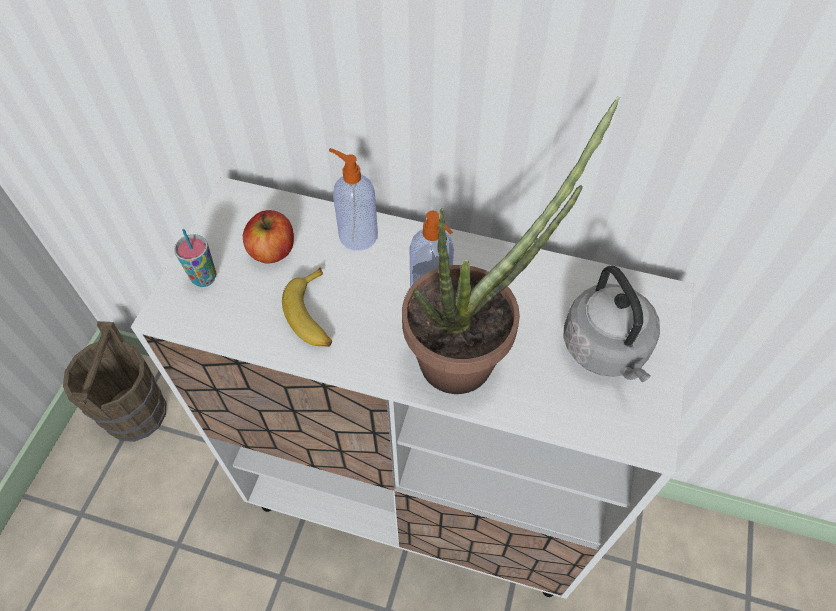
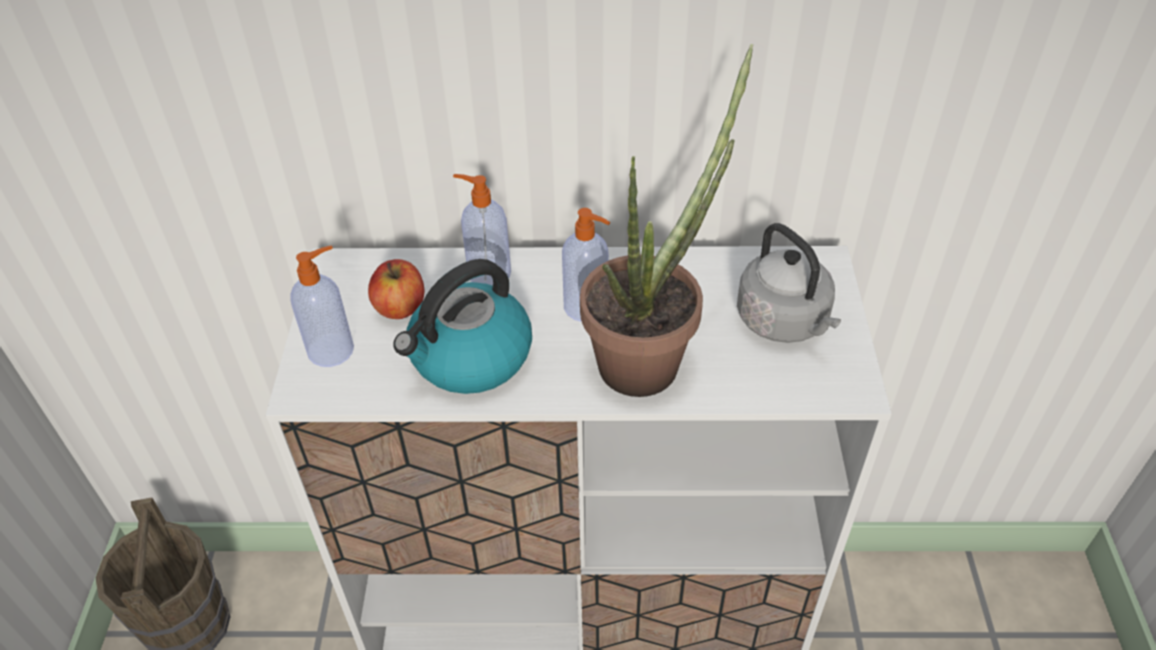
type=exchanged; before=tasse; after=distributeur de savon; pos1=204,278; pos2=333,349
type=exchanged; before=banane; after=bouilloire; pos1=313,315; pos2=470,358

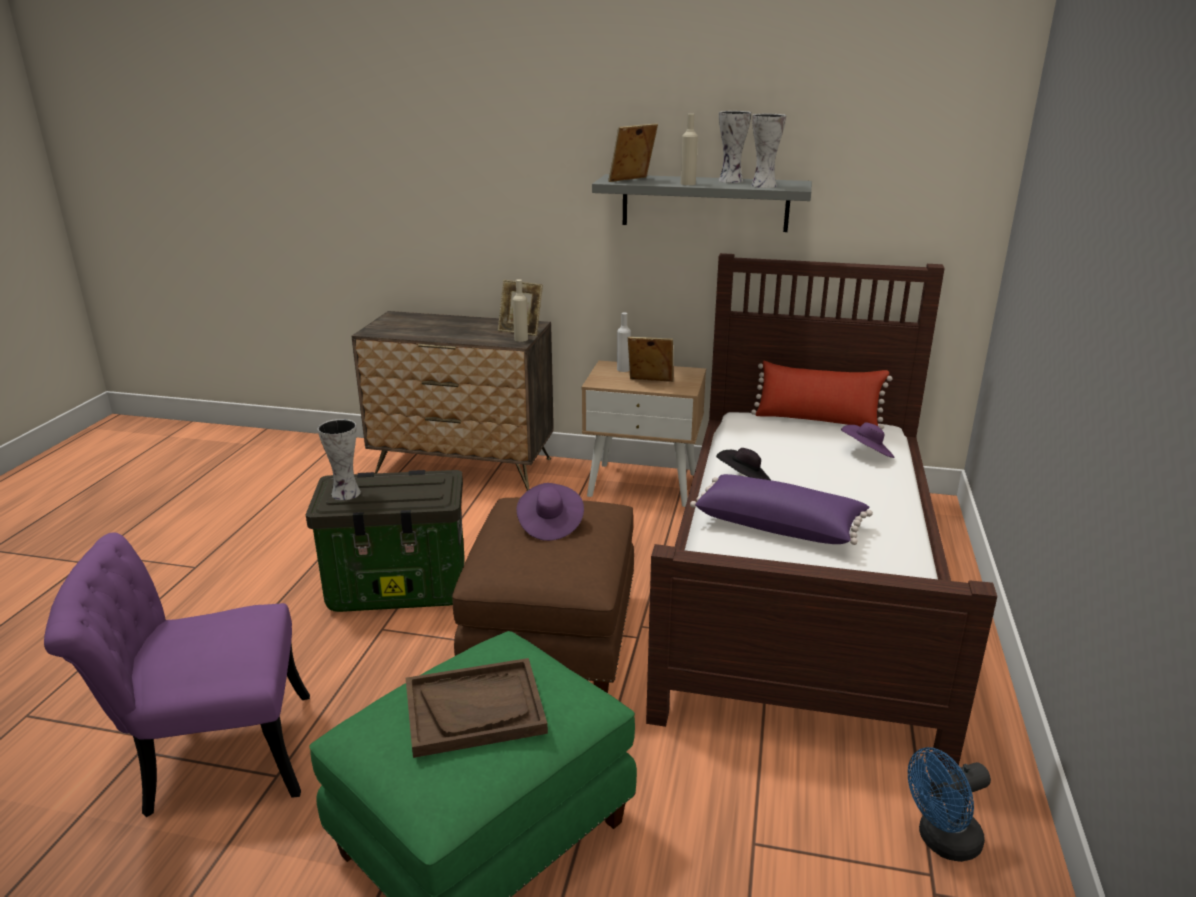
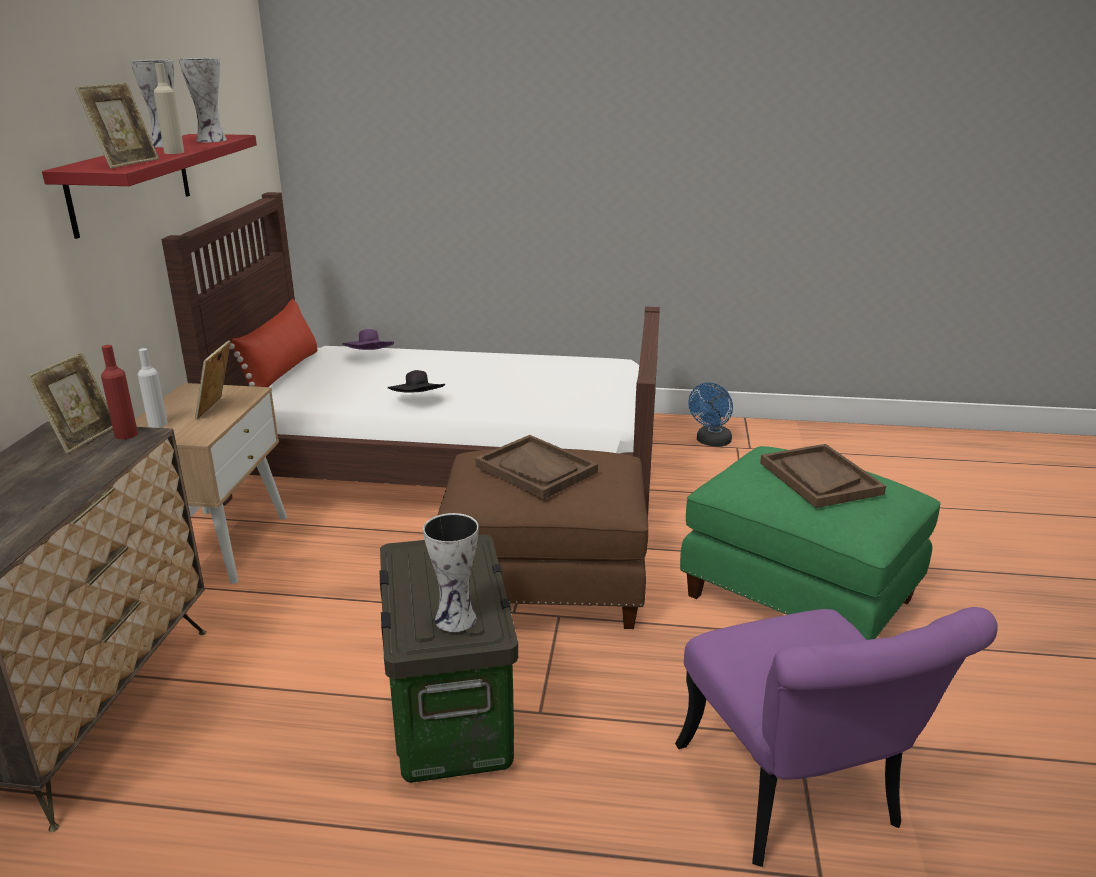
type=missing; before=coussin/violet; pos1=779,525
type=exchanged; before=chapeau/violet; after=plateau/marron; pos1=549,525; pos2=536,469
type=colour; before=bouteille/beige; after=bouteille/rouge; pos1=521,339; pos2=126,434
type=colour; before=étagère/gris; after=étagère/rouge; pos1=704,203; pos2=131,182
type=spun; before=cadre photo; pos1=632,180; pos2=126,163; turn=-120
type=spun; before=ventilateur/bleu; pos1=941,841; pos2=711,442; turn=60

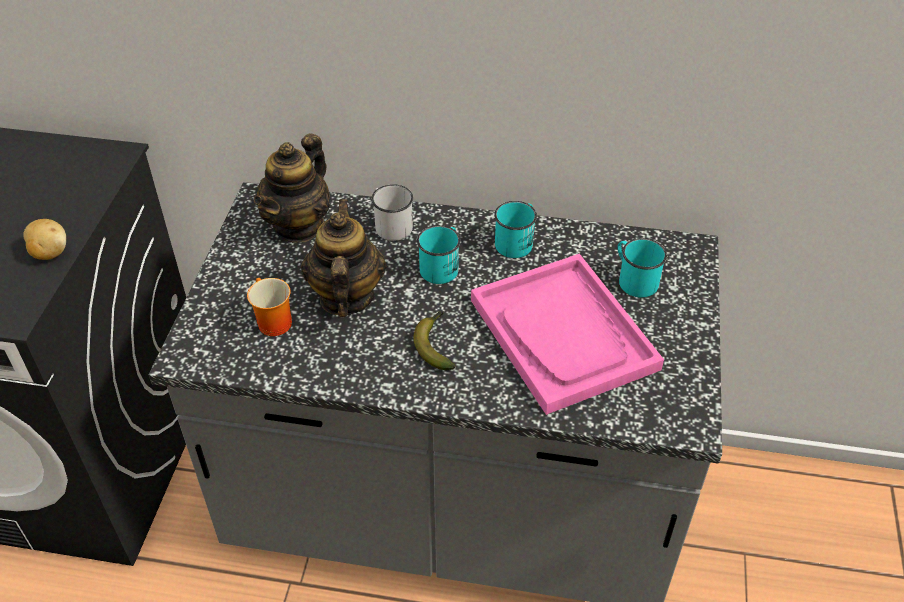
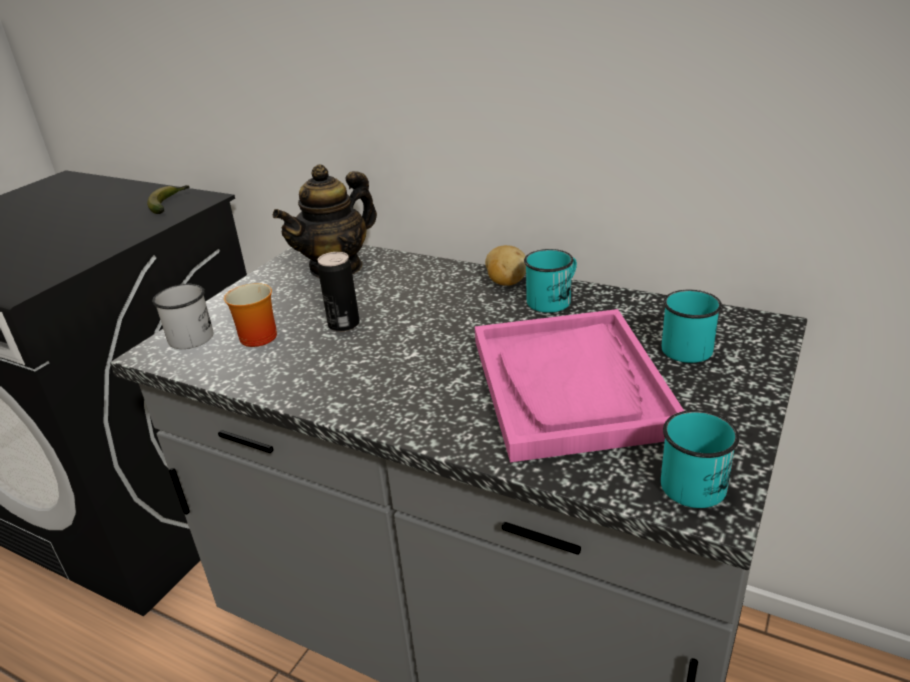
type=relocated; before=pomme de terre; pos1=49,253; pos2=505,282
type=relocated; before=mug/blanc; pos1=390,225; pos2=191,334
type=relocated; before=banane; pos1=435,344; pos2=169,204
type=relocated; before=mug/turquoise; pos1=442,266; pos2=698,480
type=exchanged; before=théière; after=boîte métallique; pos1=346,297; pos2=344,324

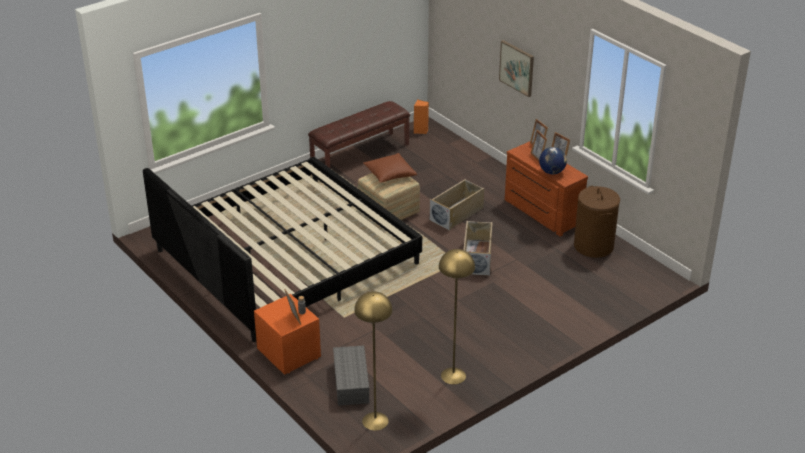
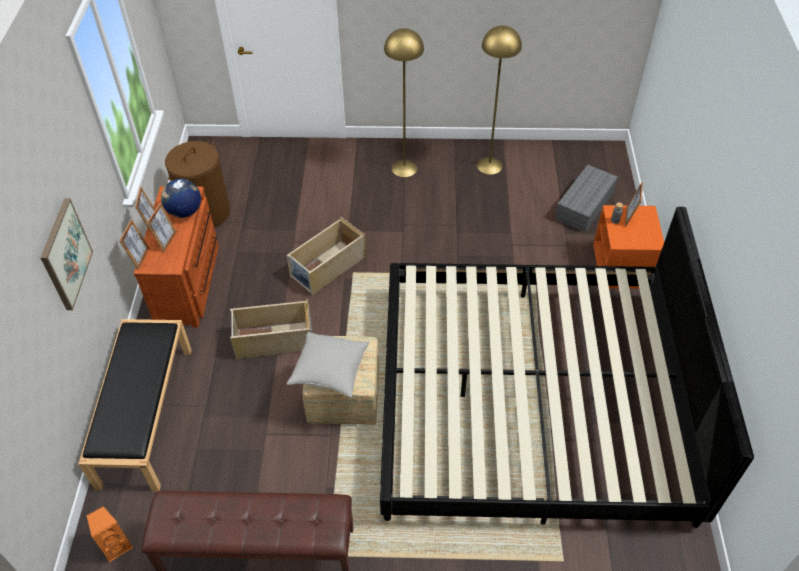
type=appeared; after=banc/noir; pos2=145,414
type=relocated; before=lampadaire/jaune; pos1=375,421; pos2=404,168
type=colour; before=coussin/marron; after=coussin/gris; pos1=389,174; pos2=329,370

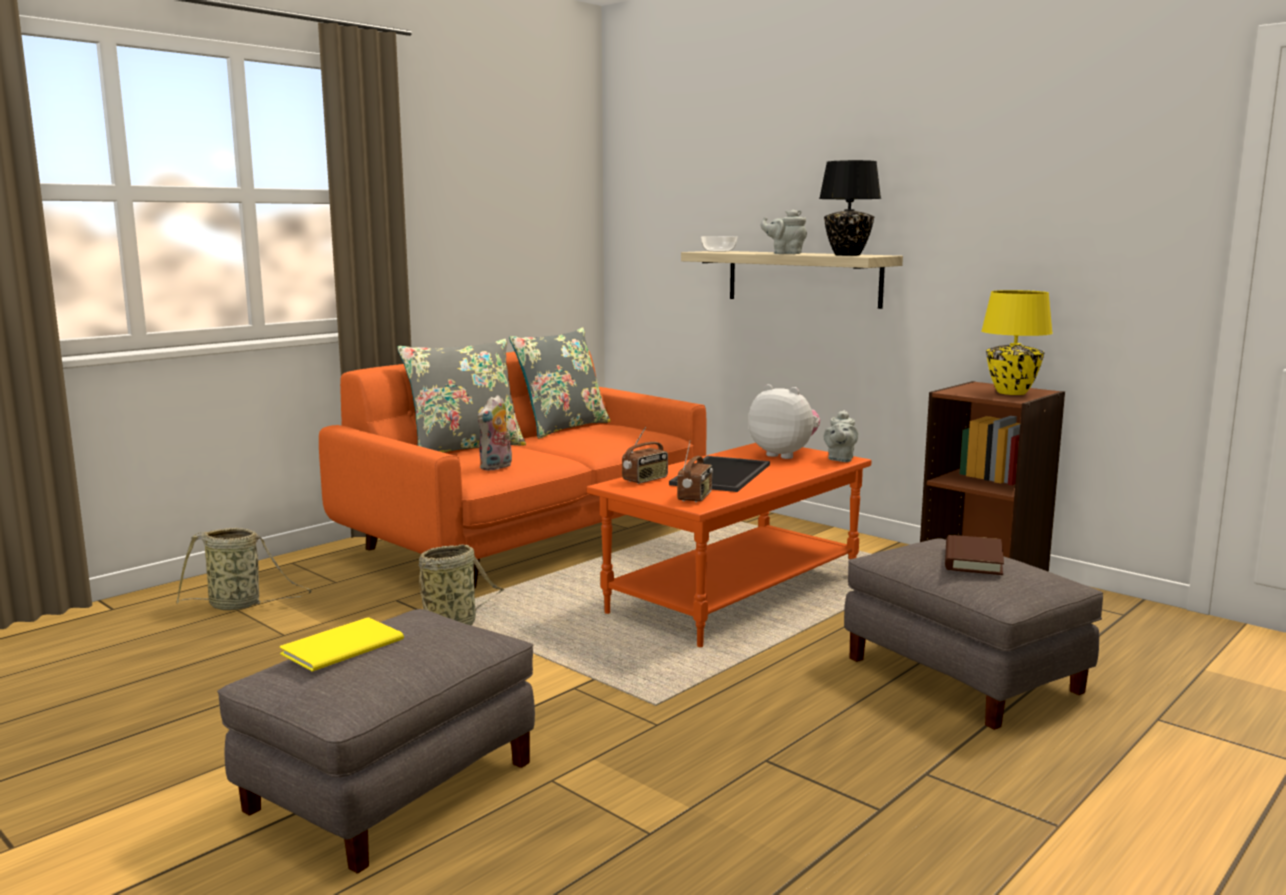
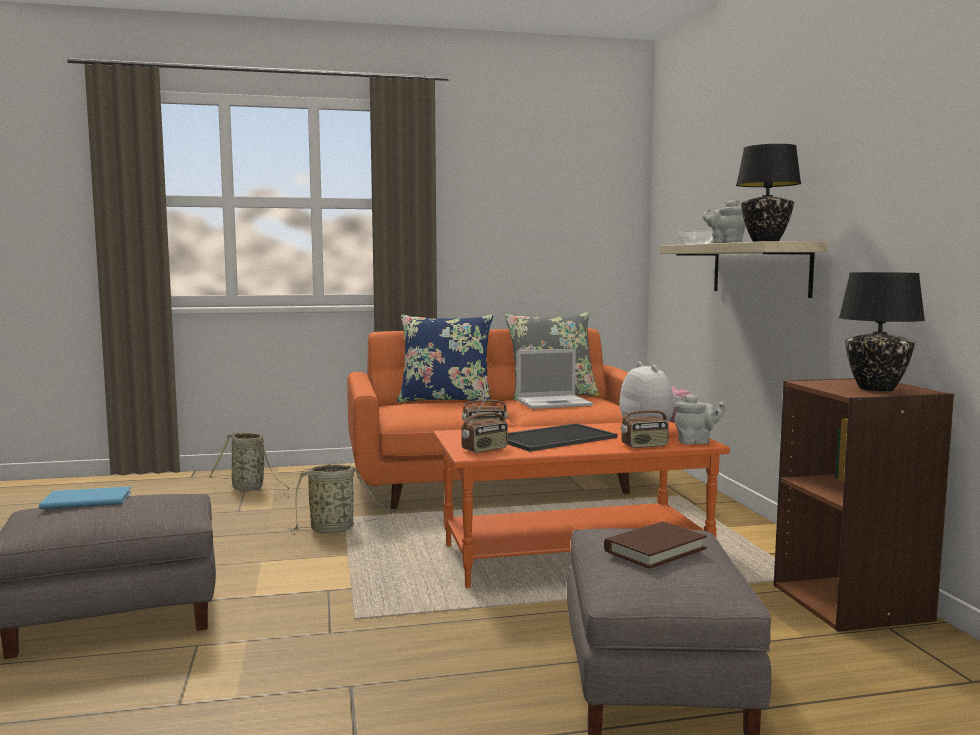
type=missing; before=peluche; pos1=496,467
type=appeared; after=ordinateur portable; pos2=555,402
type=appeared; after=radio; pos2=644,446
type=colour; before=livre/jaune; after=livre/bleu; pos1=338,646; pos2=85,499
type=colour; before=coussin/gris; after=coussin/bleu; pos1=465,448; pos2=445,400
type=colour; before=lampe de table/jaune; after=lampe de table/noir; pos1=1011,392; pos2=876,389
type=spun; before=théière/gris; pos1=840,459; pos2=696,442; turn=-150

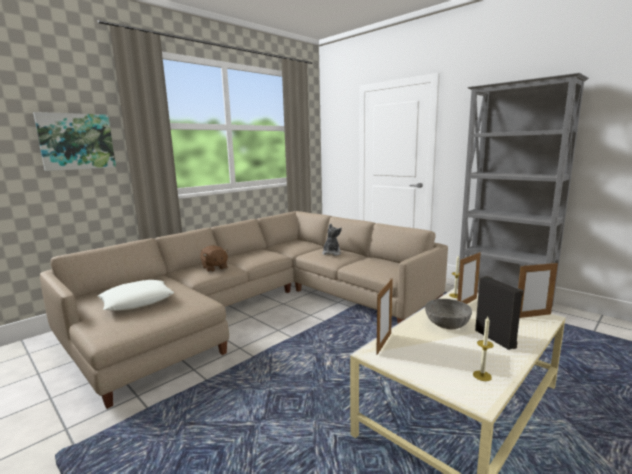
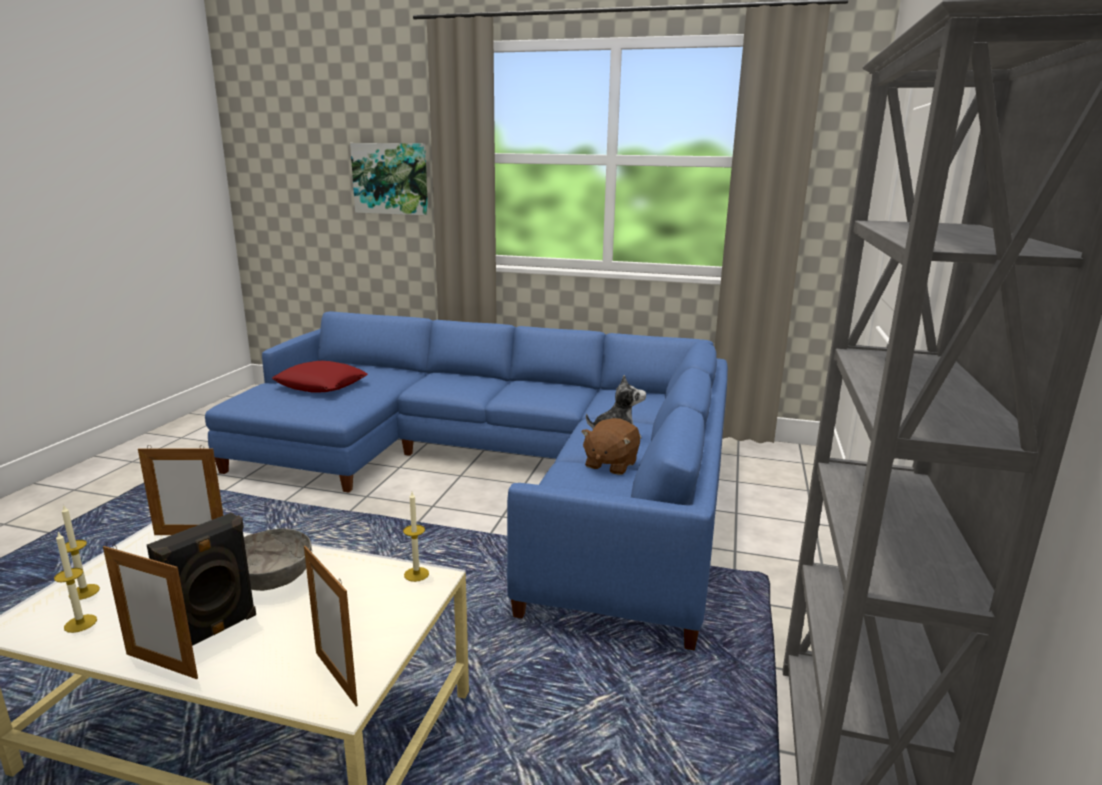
type=appeared; after=bougie; pos2=84,592
type=relocated; before=peluche/marron; pos1=214,268; pos2=610,465
type=relocated; before=cadre photo; pos1=466,303; pos2=161,666
type=colour; before=canapé/beige; after=canapé/bleu; pos1=258,306; pos2=498,470
type=colour; before=coussin/blanc; after=coussin/rouge; pos1=137,301; pos2=321,385

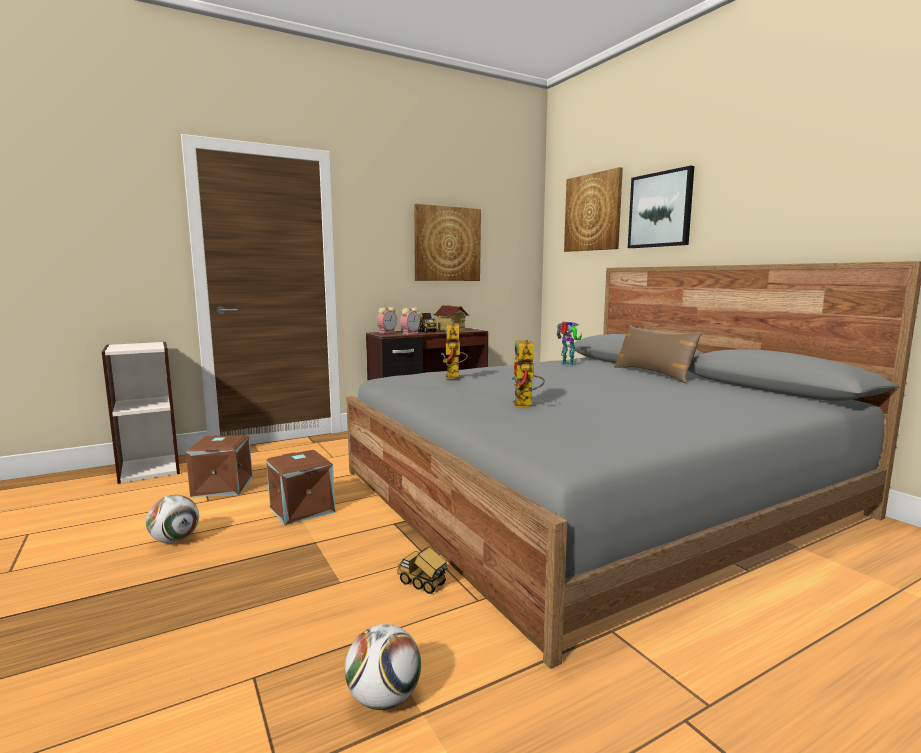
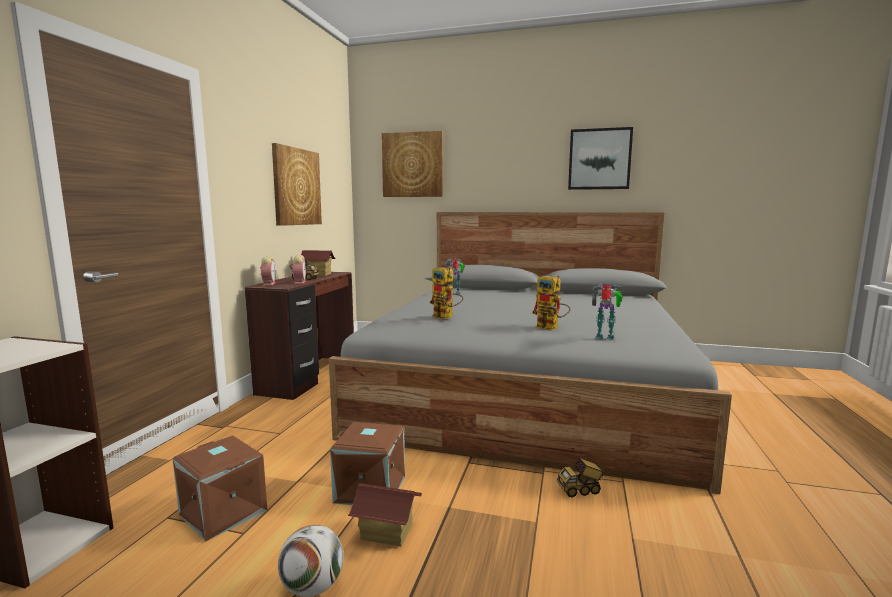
type=missing; before=ballon de foot; pos1=383,698
type=missing; before=coussin/marron; pos1=653,374
type=appeared; after=maison miniature; pos2=386,532
type=appeared; after=robot jouet; pos2=605,338
type=relocated; before=tableau; pos1=660,210; pos2=599,159

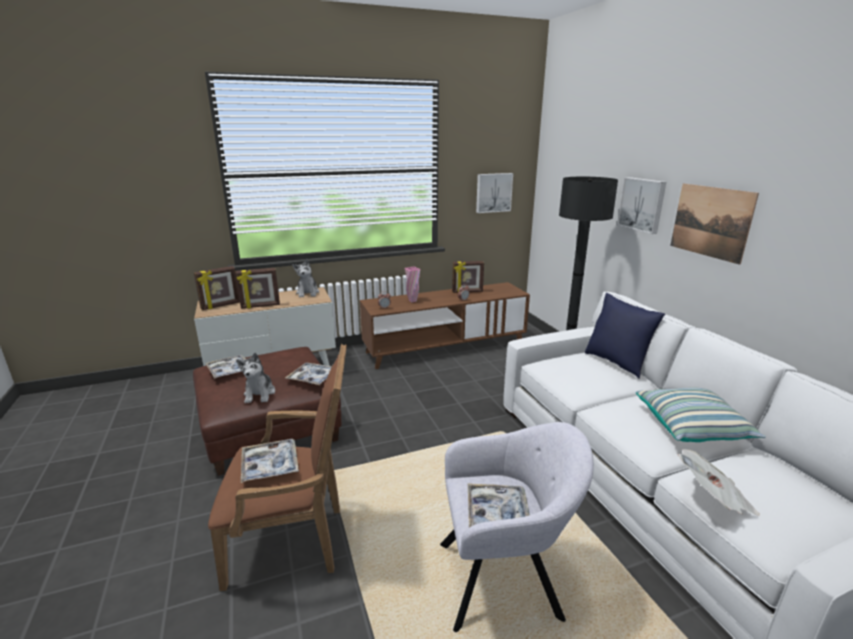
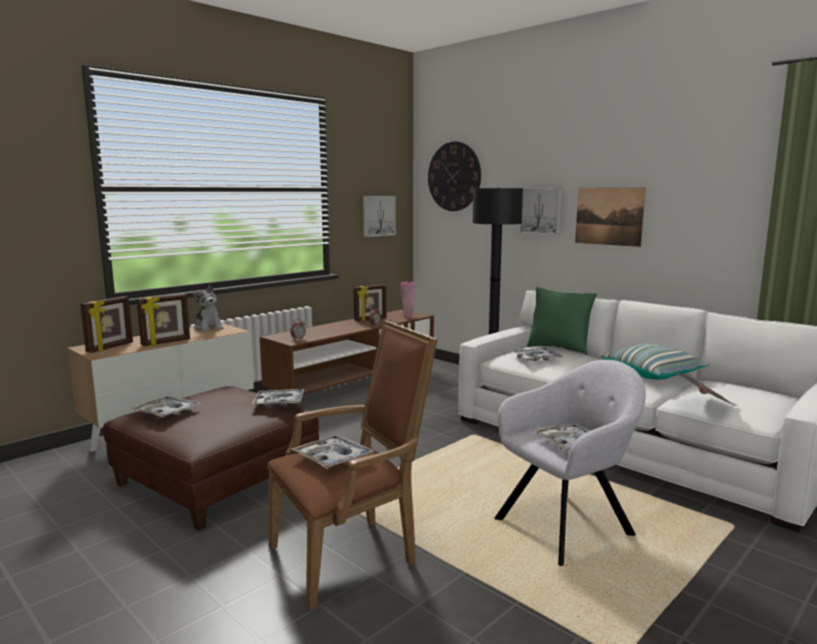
type=missing; before=peluche; pos1=259,394
type=appeared; after=horloge murale; pos2=454,176
type=appeared; after=plateau; pos2=536,359
type=relocated; before=vase/rose; pos1=412,301; pos2=408,317
type=colour; before=coussin/bleu; after=coussin/vert; pos1=616,362; pos2=559,349

